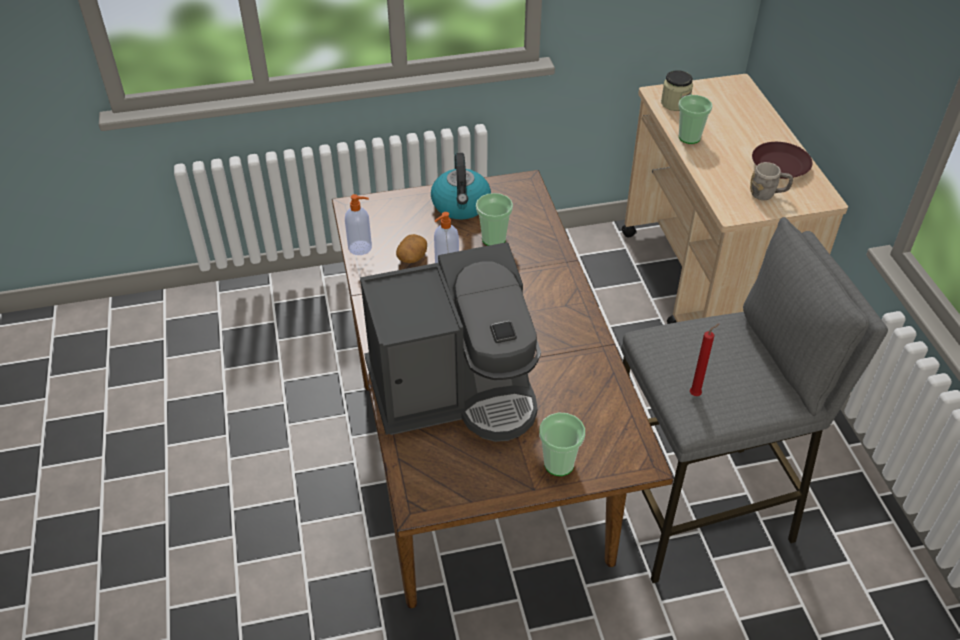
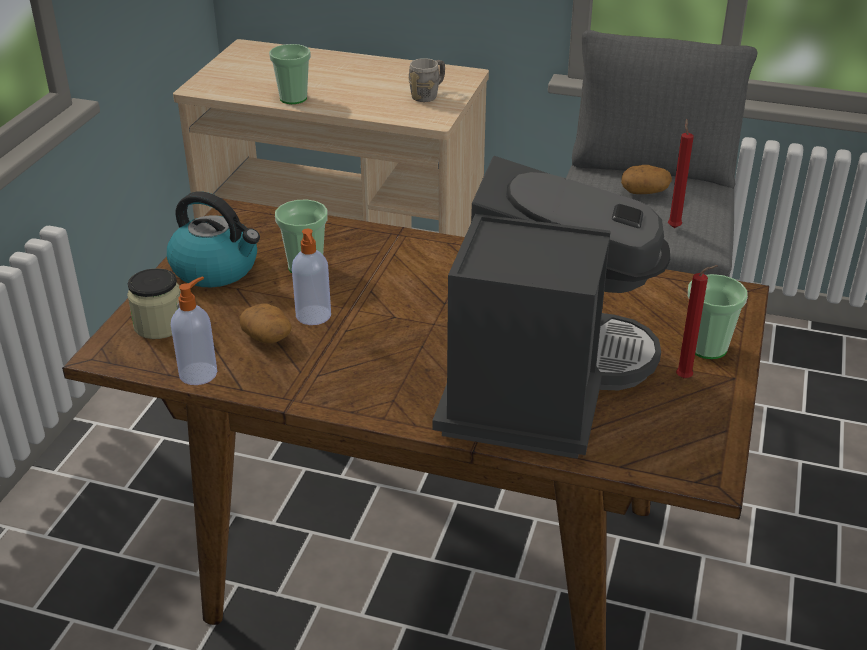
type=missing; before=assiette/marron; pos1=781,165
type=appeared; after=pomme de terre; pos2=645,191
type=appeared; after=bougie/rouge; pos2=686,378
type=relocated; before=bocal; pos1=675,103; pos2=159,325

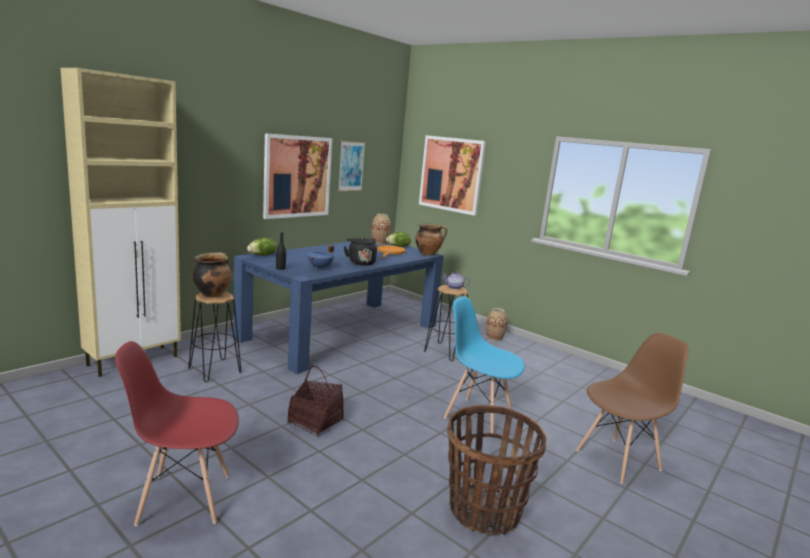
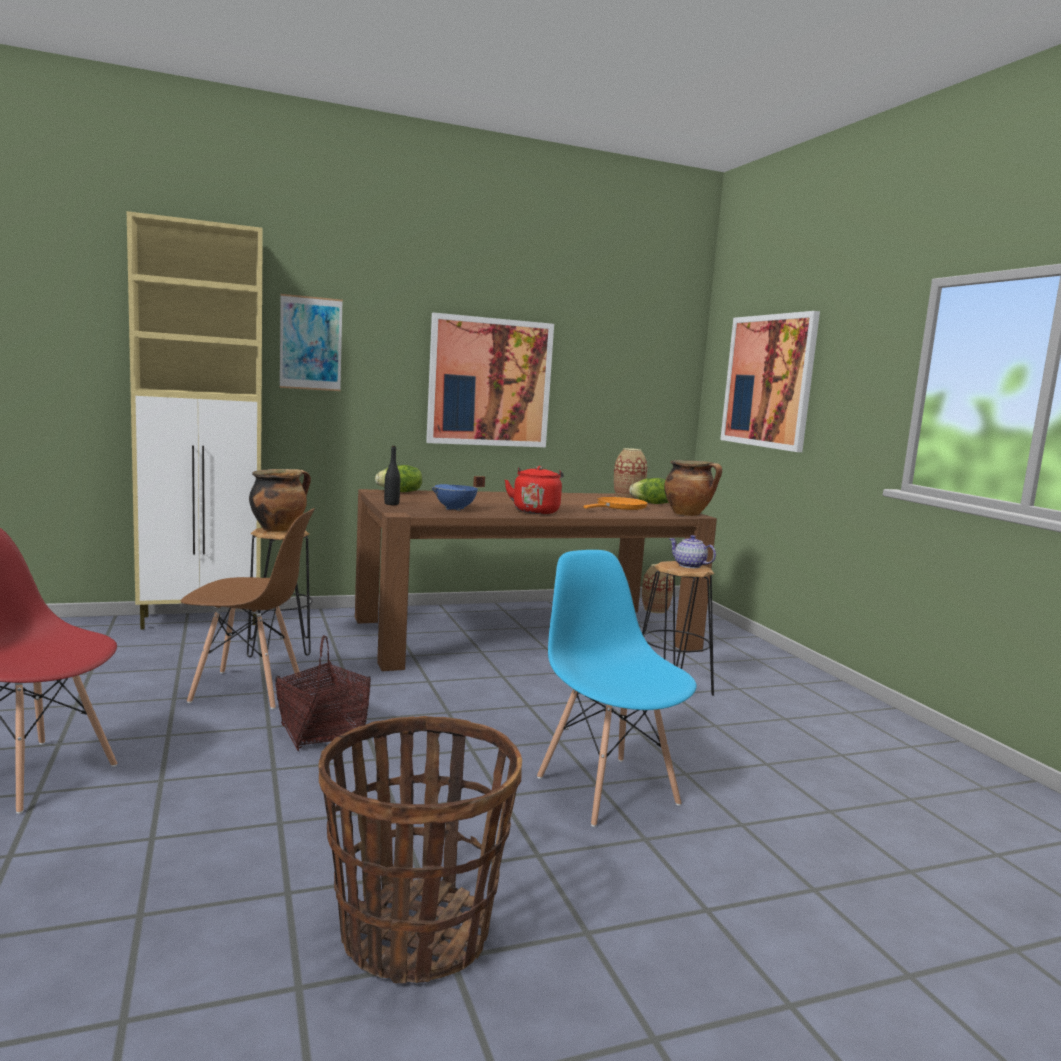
type=relocated; before=tableau; pos1=351,166; pos2=311,343
type=relocated; before=vase; pos1=494,338; pos2=655,610
type=relocated; before=chaise/marron; pos1=618,460; pos2=247,690
type=colour; before=table à manger/bleu; after=table à manger/marron; pos1=342,332; pos2=524,634
type=colour; before=bouilloire/noir; after=bouilloire/rouge; pos1=360,262; pos2=536,511

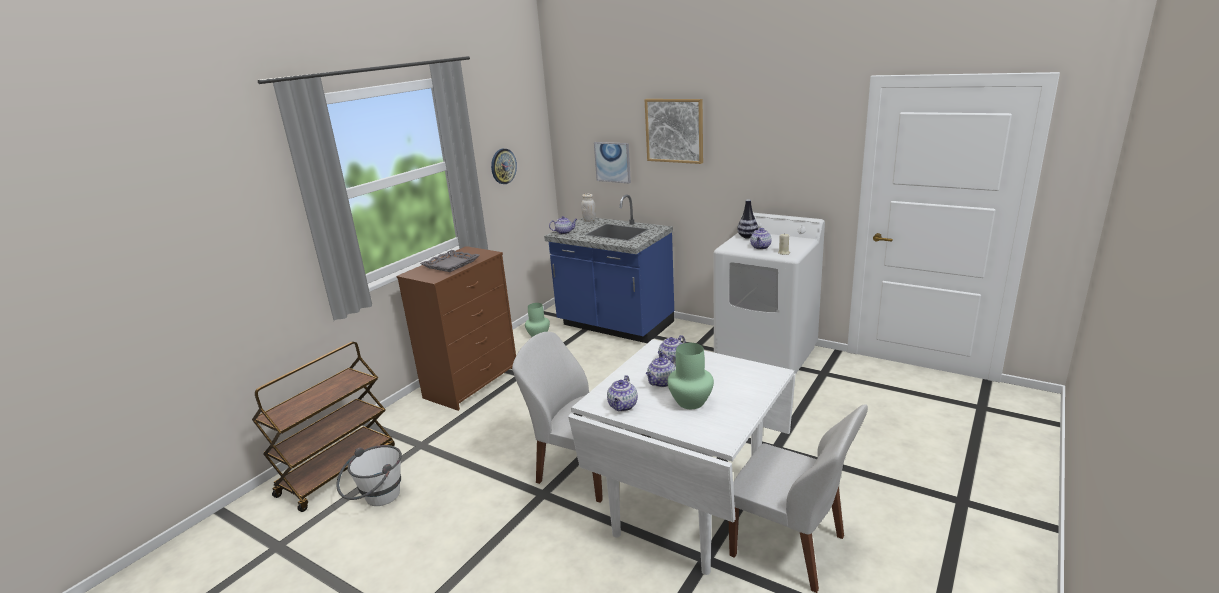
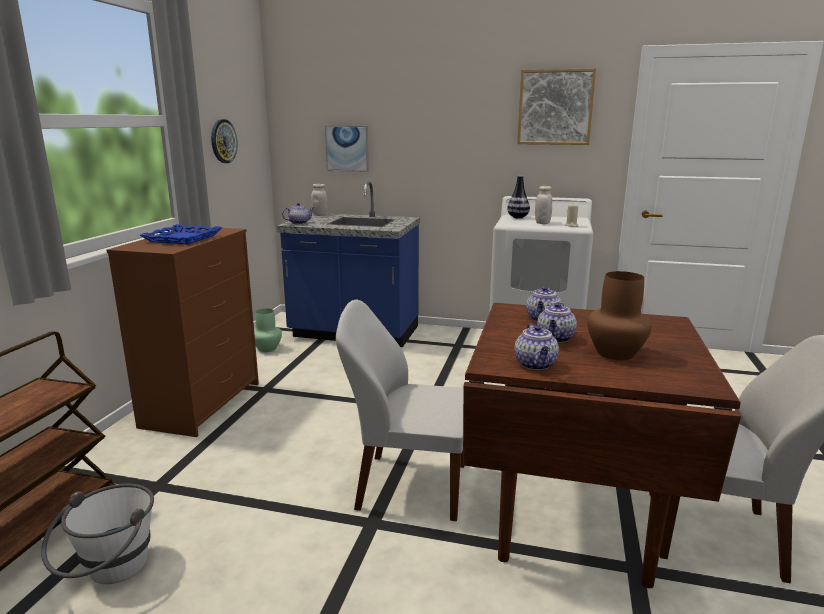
type=relocated; before=tableau; pos1=674,130; pos2=555,107
type=exchanged; before=théière; after=bocal/blanc; pos1=760,247; pos2=542,223
type=colour; before=plateau/gris; after=plateau/bleu; pos1=451,264; pos2=183,239
type=colour; before=table à manger/blanc; after=table à manger/marron; pos1=689,512; pos2=574,515
type=colour; before=vase/vert; after=vase/marron; pos1=691,402; pos2=616,353

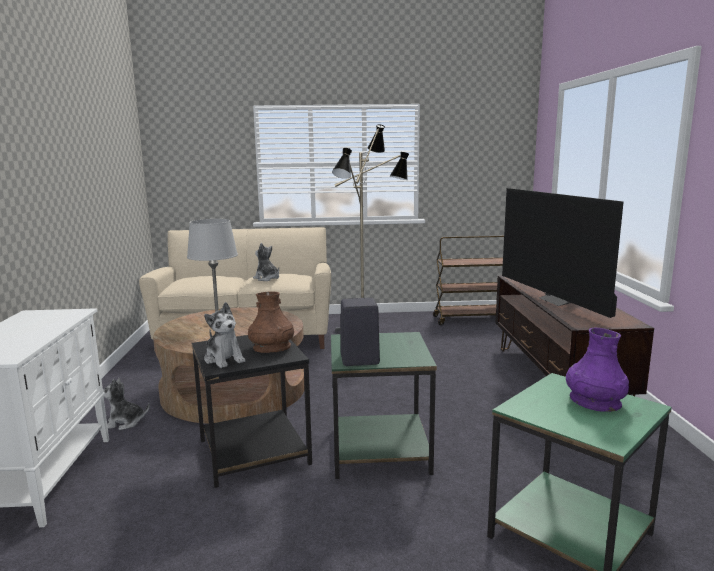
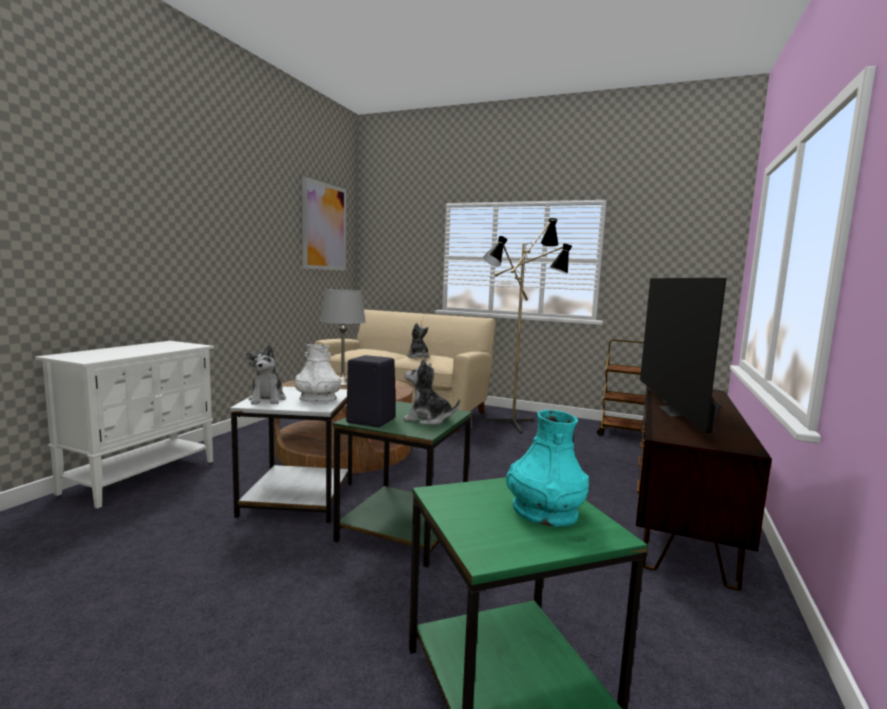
type=appeared; after=tableau; pos2=324,227
type=relocated; before=peluche; pos1=124,423; pos2=428,420
type=colour; before=table d'appoint/noir; after=table d'appoint/blanc; pos1=255,451; pos2=299,498
type=colour; before=vase/marron; after=vase/blanc; pos1=272,348; pos2=318,399
type=colour; before=vase/violet; after=vase/turquoise; pos1=594,402; pos2=544,511

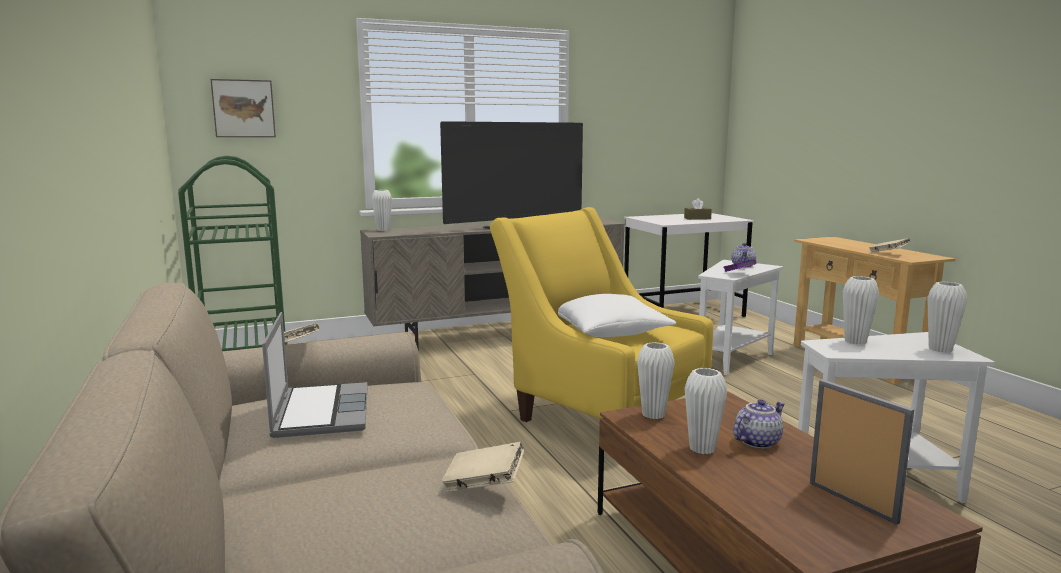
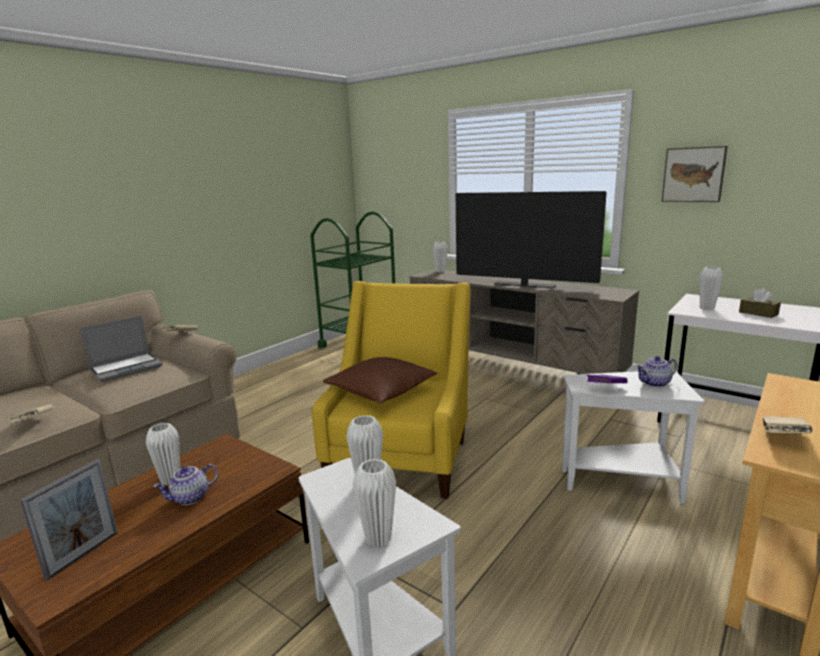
type=relocated; before=tableau; pos1=243,108; pos2=693,174
type=relocated; before=vase/blanc; pos1=653,414; pos2=707,308
type=colour; before=coussin/blanc; after=coussin/marron; pos1=610,332; pos2=381,392
type=spun; before=théière; pos1=757,441; pos2=190,498; turn=120

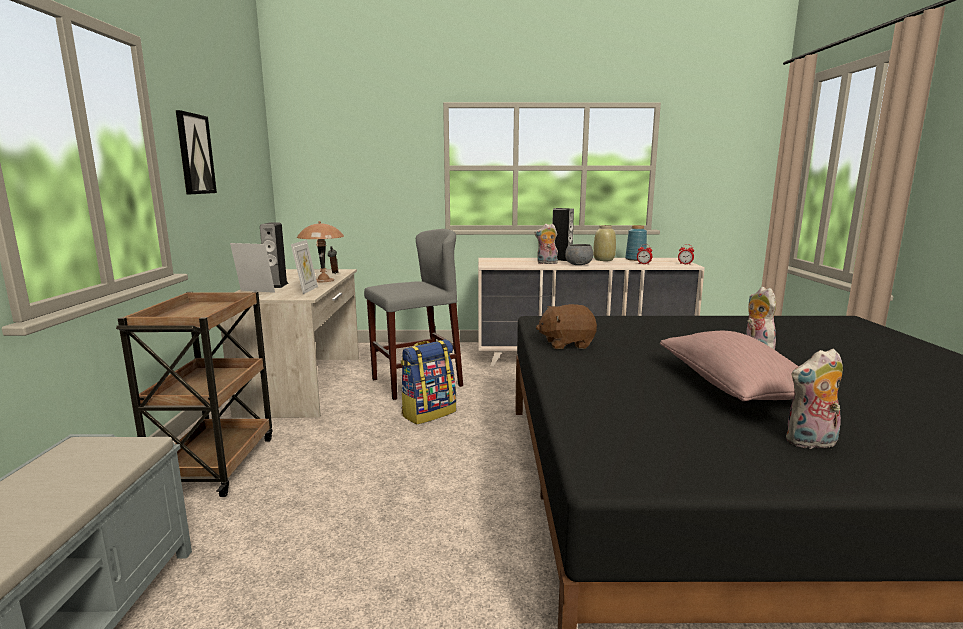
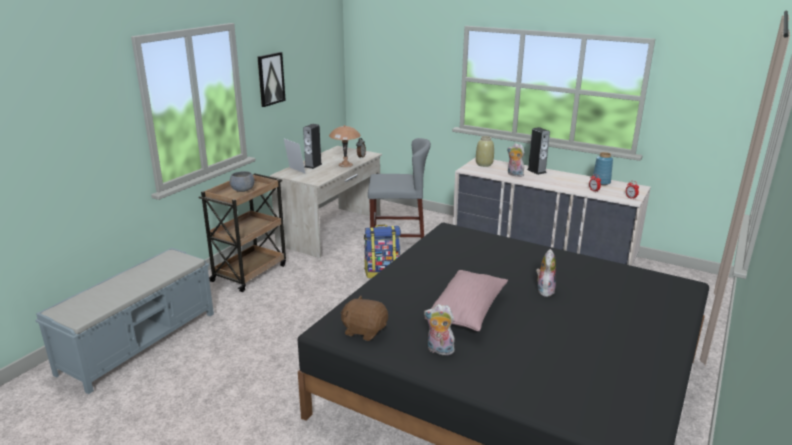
type=missing; before=cadre photo; pos1=306,290
type=relocated; before=peluche/marron; pos1=566,344; pos2=364,331
type=relocated; before=bol/gris; pos1=578,264; pos2=243,190
type=relocated; before=vase/beige; pos1=604,260; pos2=484,164

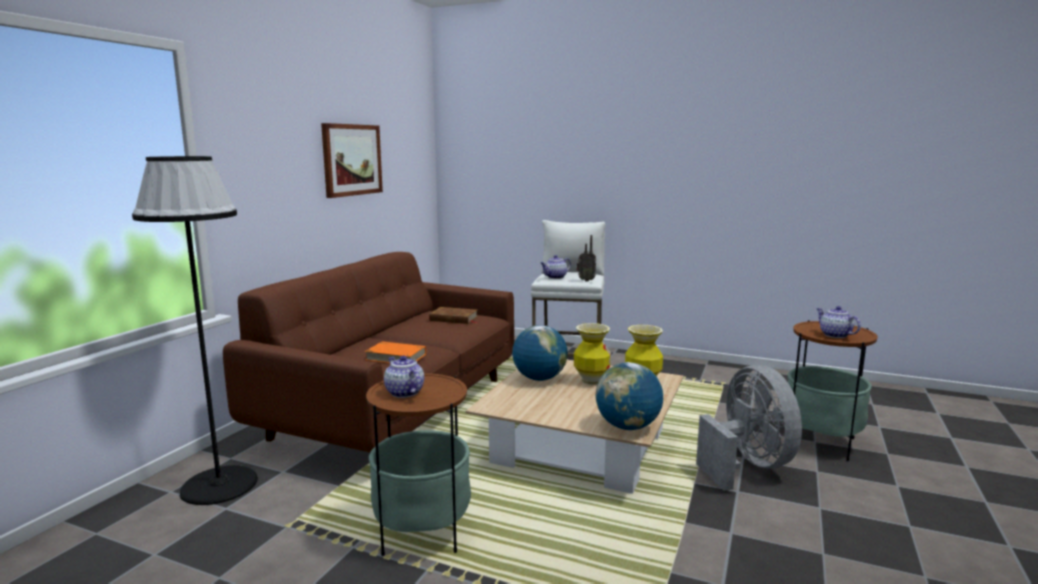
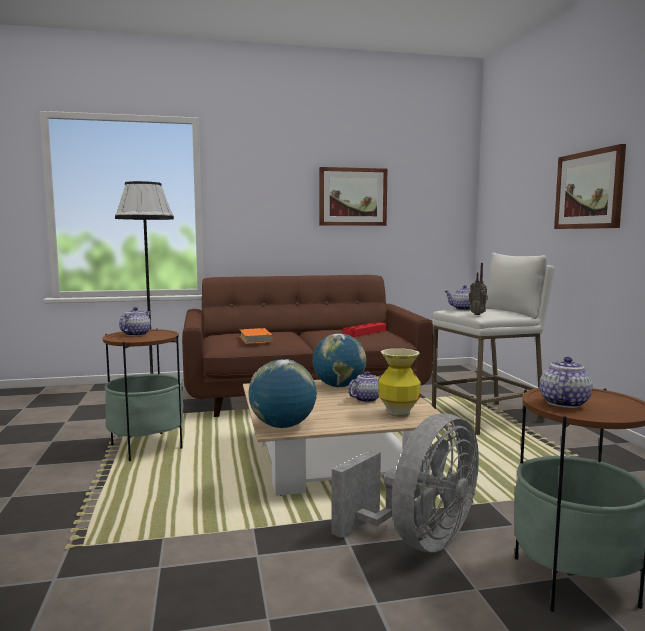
type=appeared; after=tableau; pos2=589,190
type=exchanged; before=livre/marron; after=plateau/rouge; pos1=454,319; pos2=365,333
type=exchanged; before=vase; after=théière; pos1=591,381; pos2=366,399

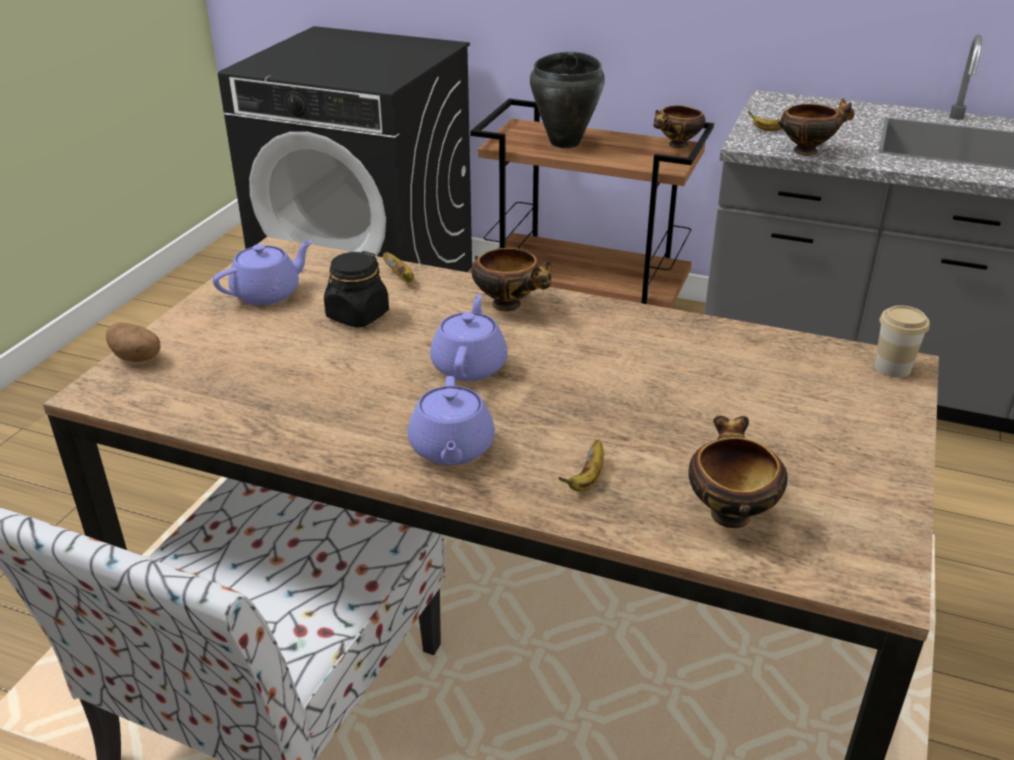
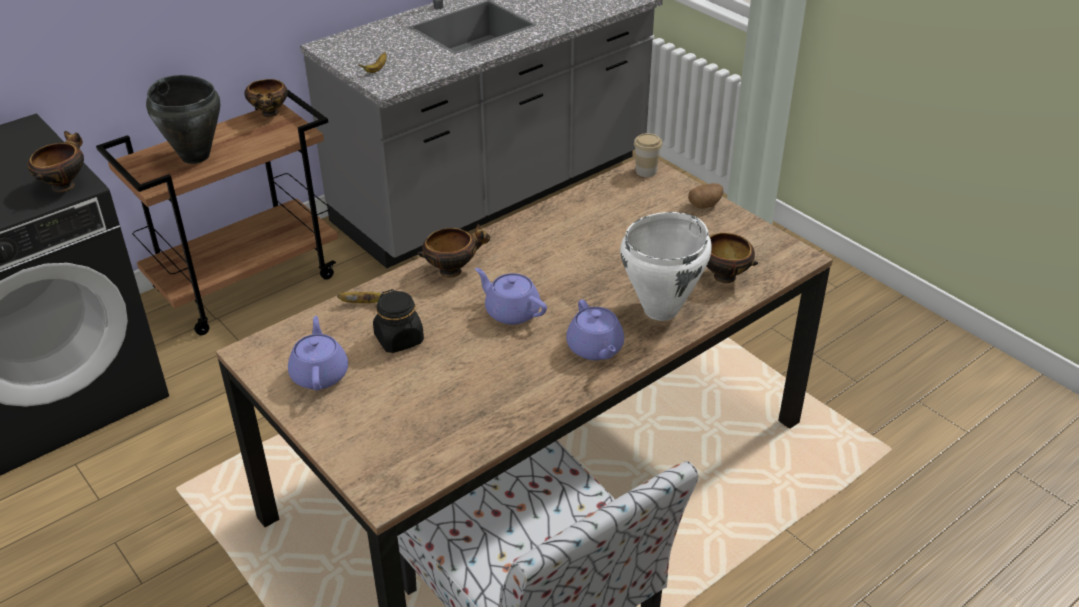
type=relocated; before=pomme de terre; pos1=138,358; pos2=705,205
type=relocated; before=bol; pos1=807,151; pos2=64,185
type=exchanged; before=banane; after=marmite/blanc; pos1=587,479; pos2=661,310
type=spun; before=théière/violet; pos1=451,449; pos2=595,348; turn=45

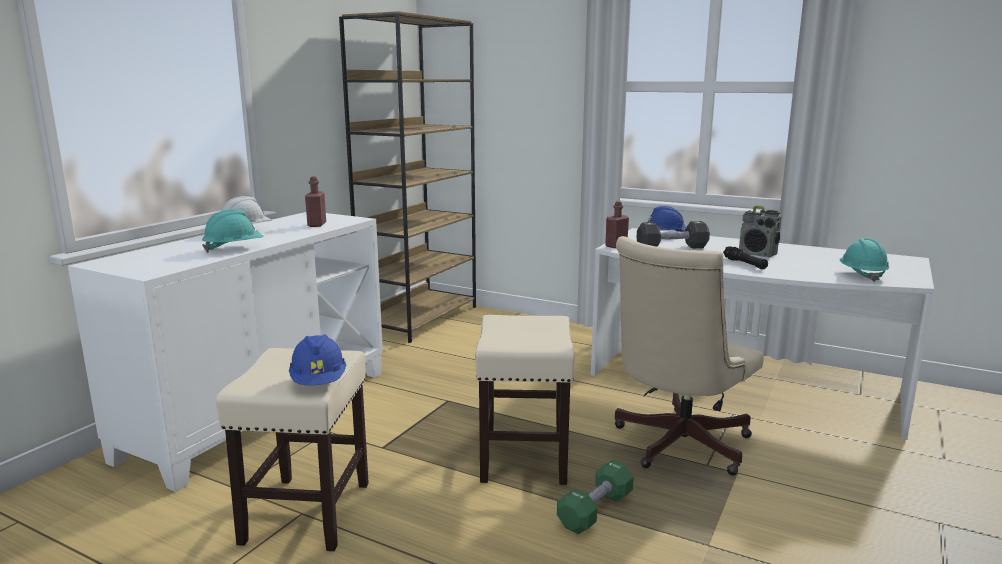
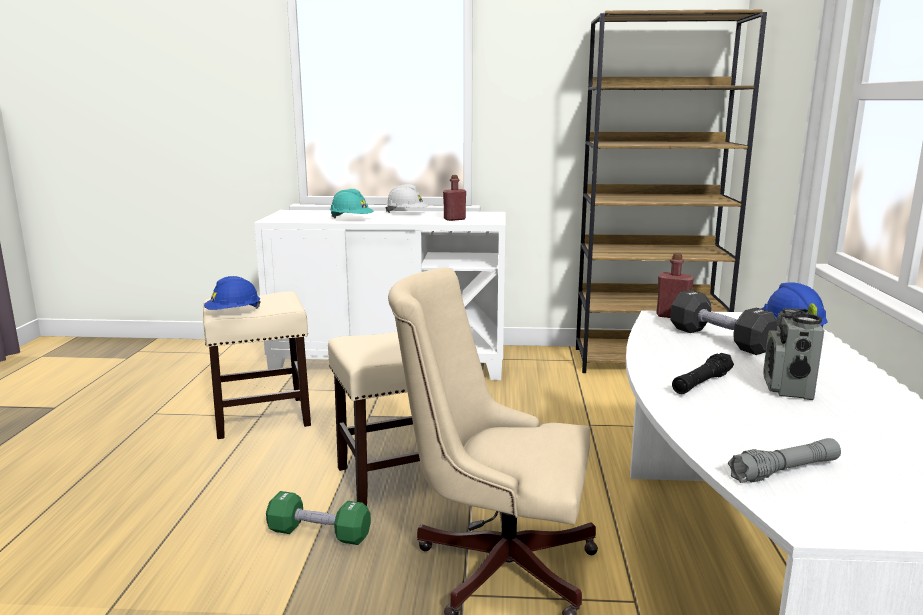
type=exchanged; before=casque de chantier/turquoise; after=lampe de poche/gris; pos1=861,275; pos2=784,471

